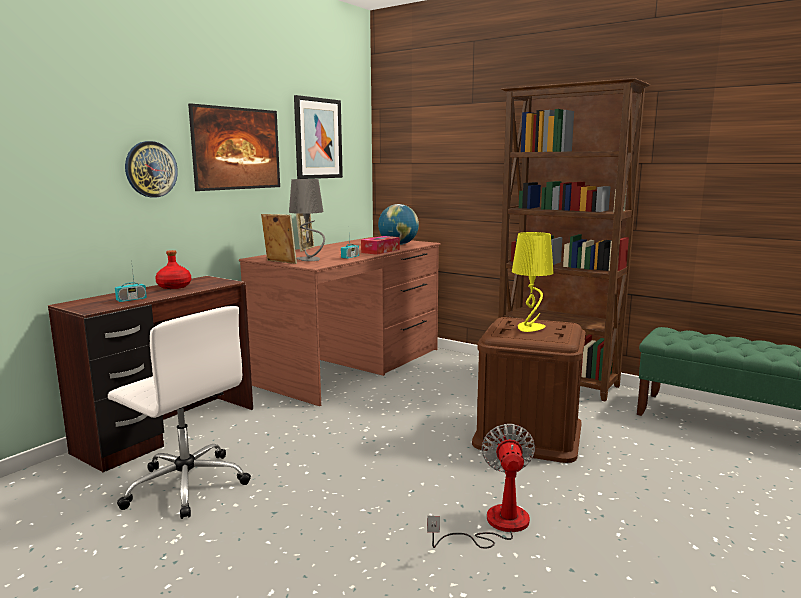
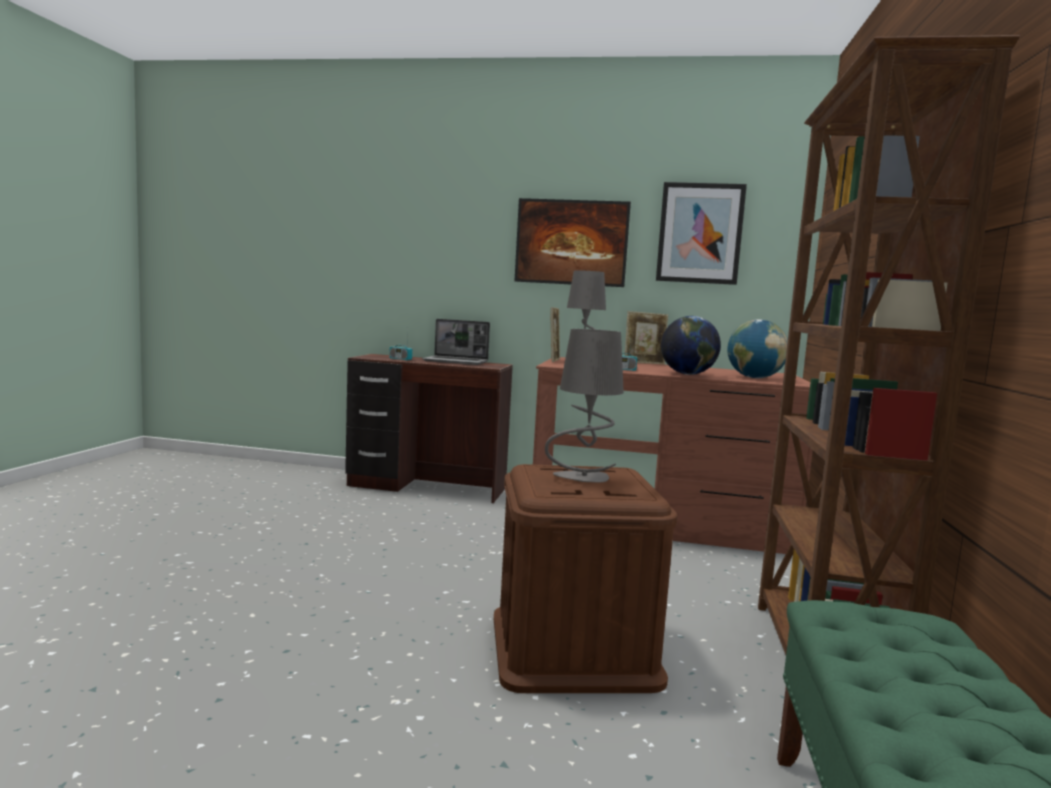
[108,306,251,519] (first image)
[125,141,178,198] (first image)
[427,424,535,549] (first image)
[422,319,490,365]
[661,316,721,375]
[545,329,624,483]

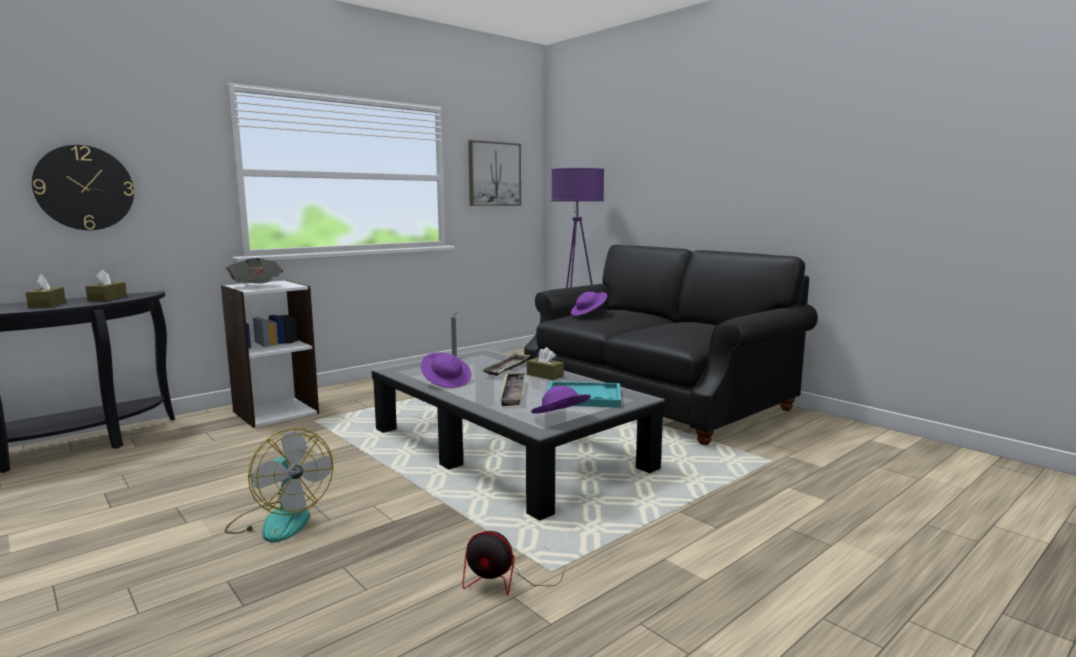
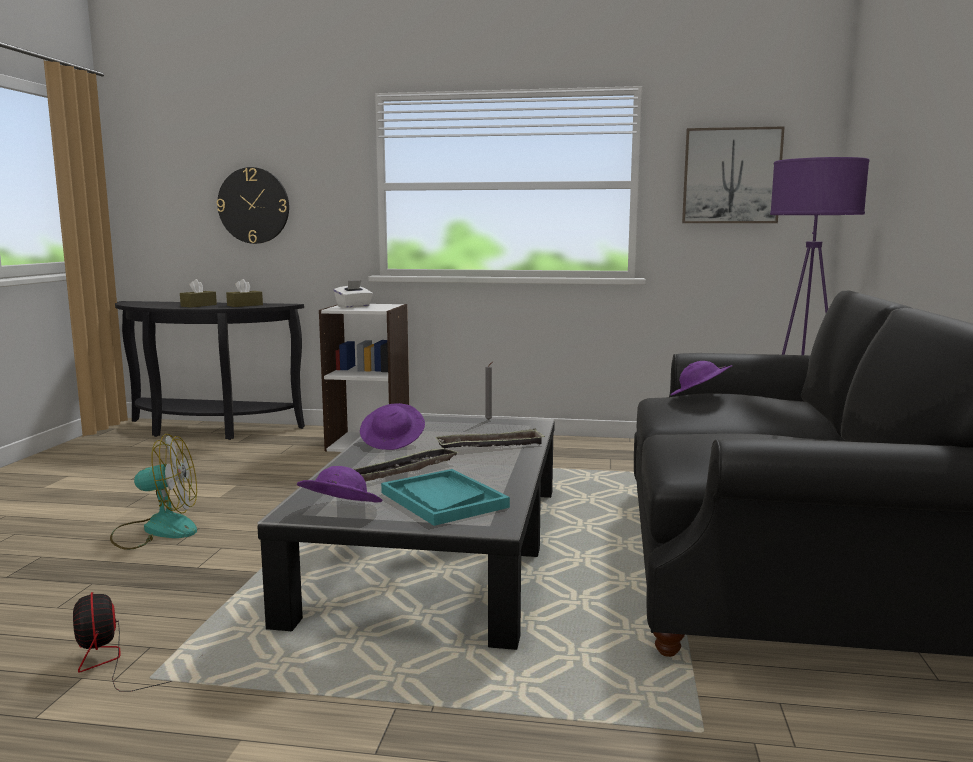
[527,347,564,380] (first image)
[334,280,373,308]
[110,434,197,550]

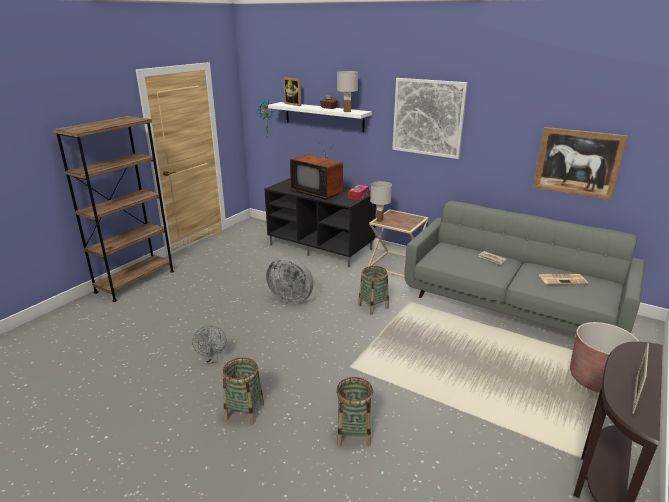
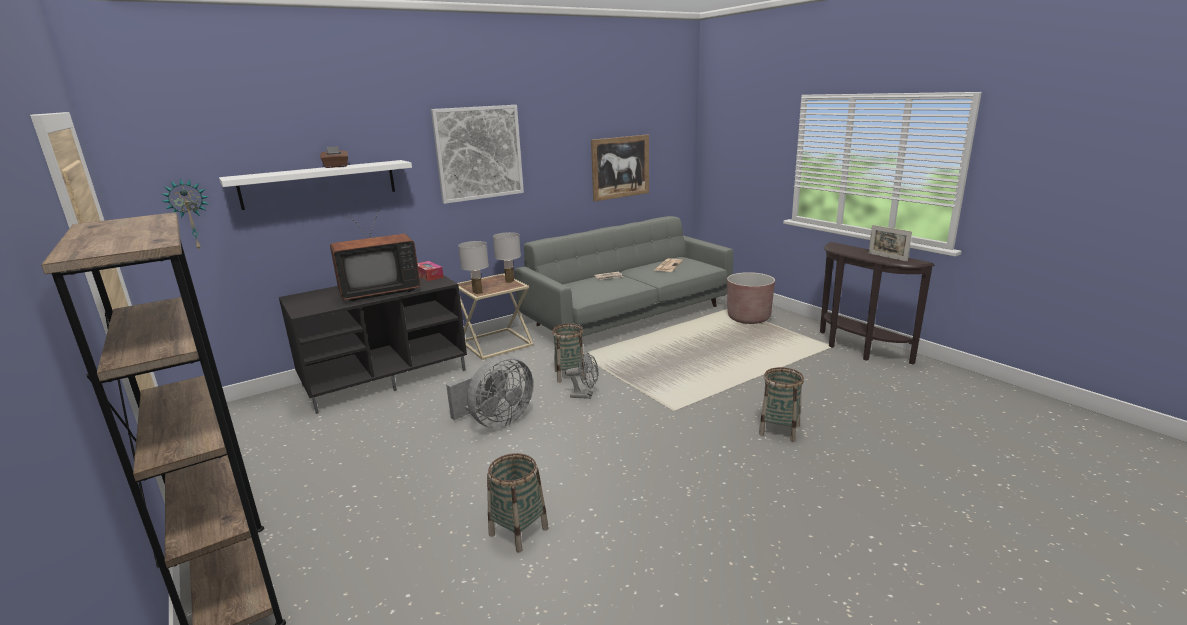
[283,77,301,106] (first image)
[565,351,598,399]
[487,453,549,553]
[493,232,521,283]

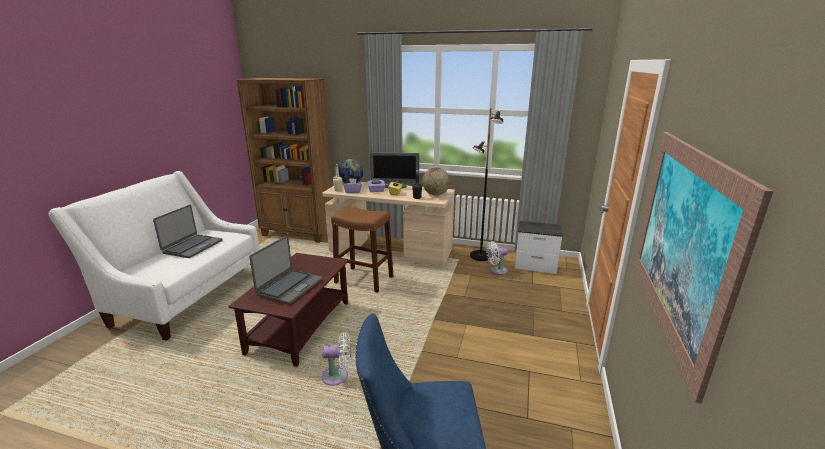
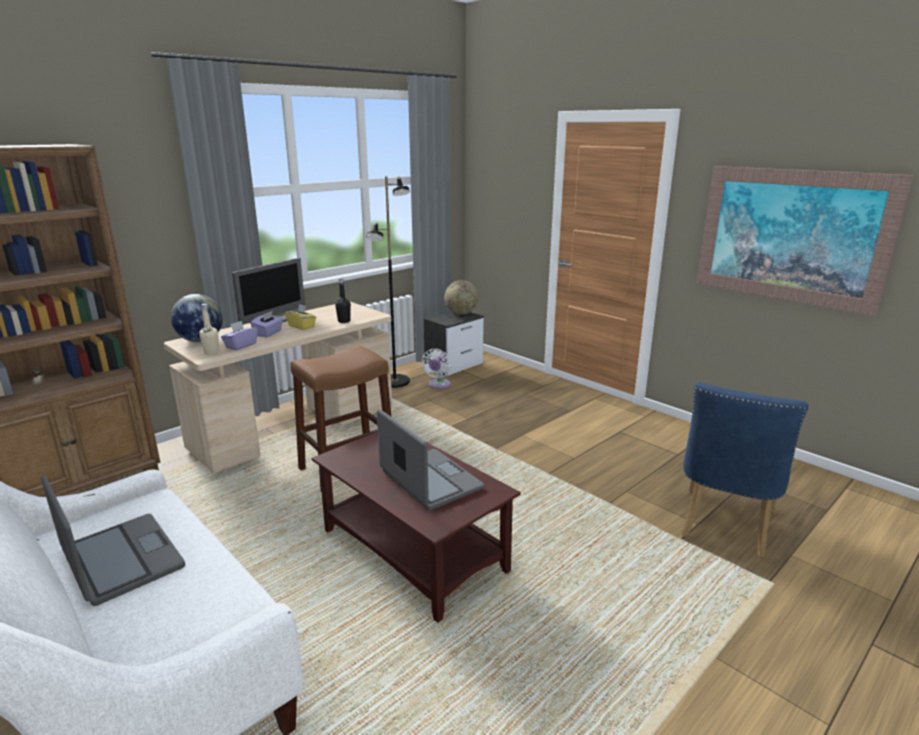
[322,332,351,386] (first image)
[444,280,478,315]

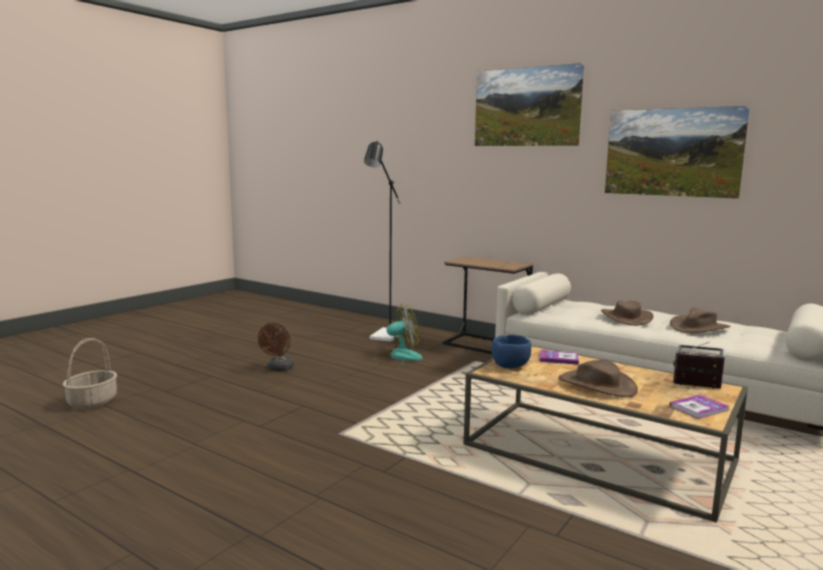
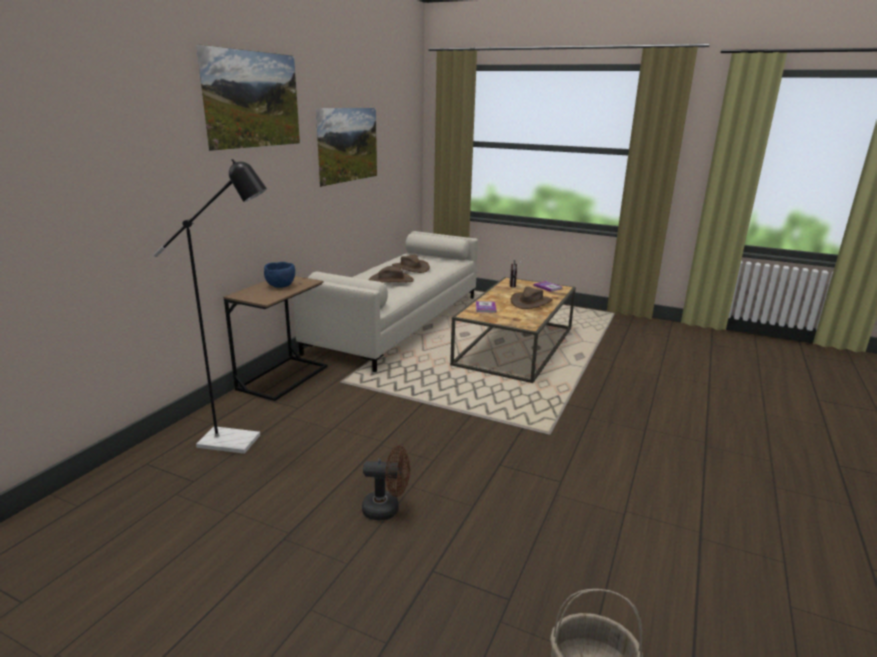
[375,304,422,367] (first image)
[264,262,295,288]

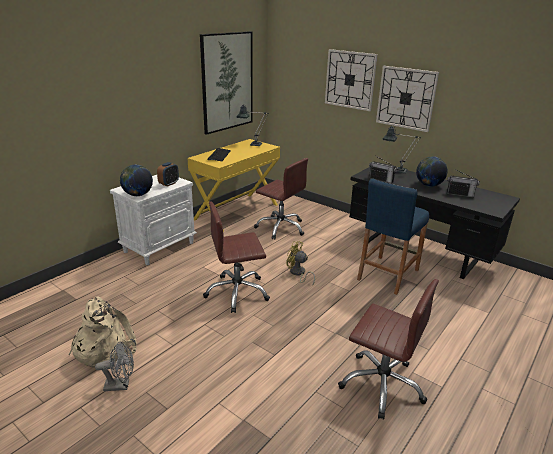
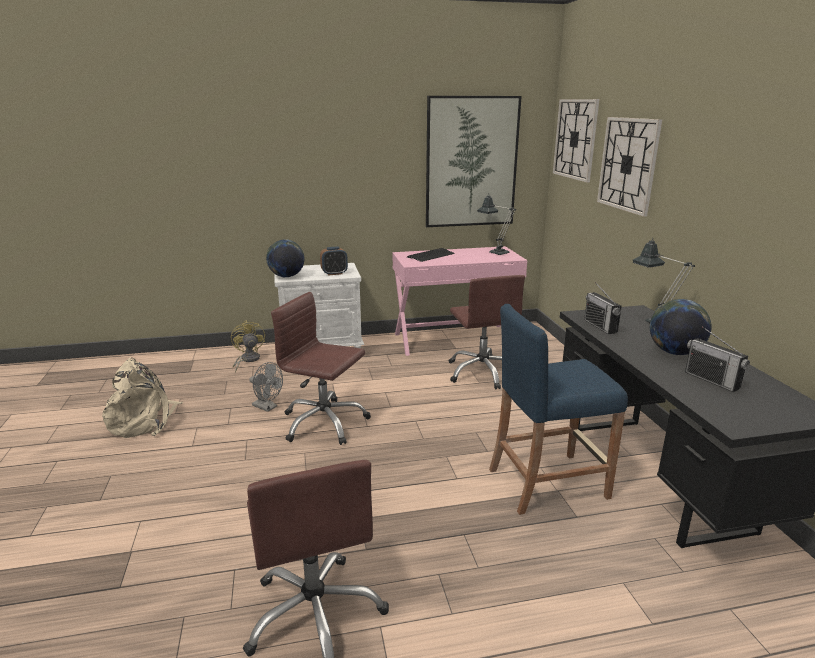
[249,362,283,412]
[231,320,265,373]
[553,99,600,182]
[392,246,528,356]

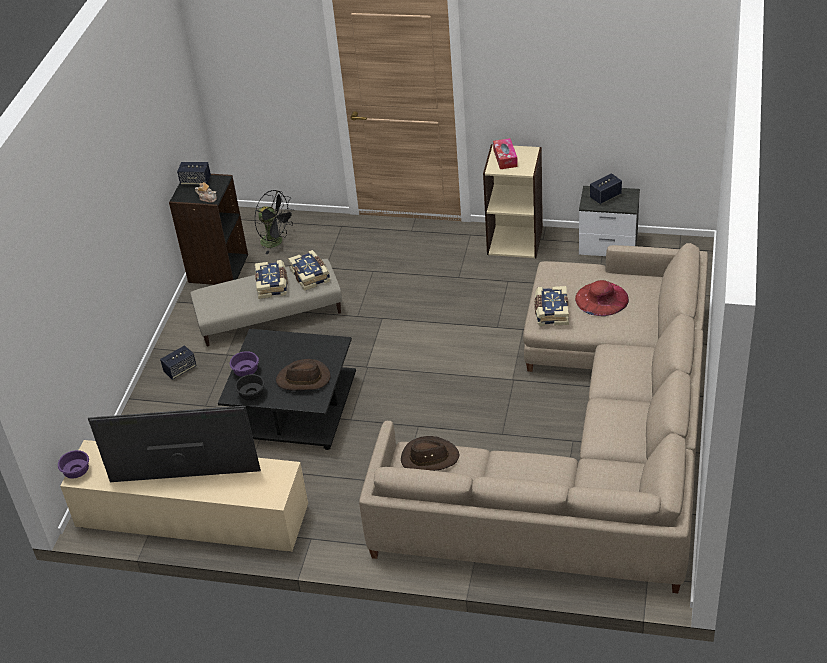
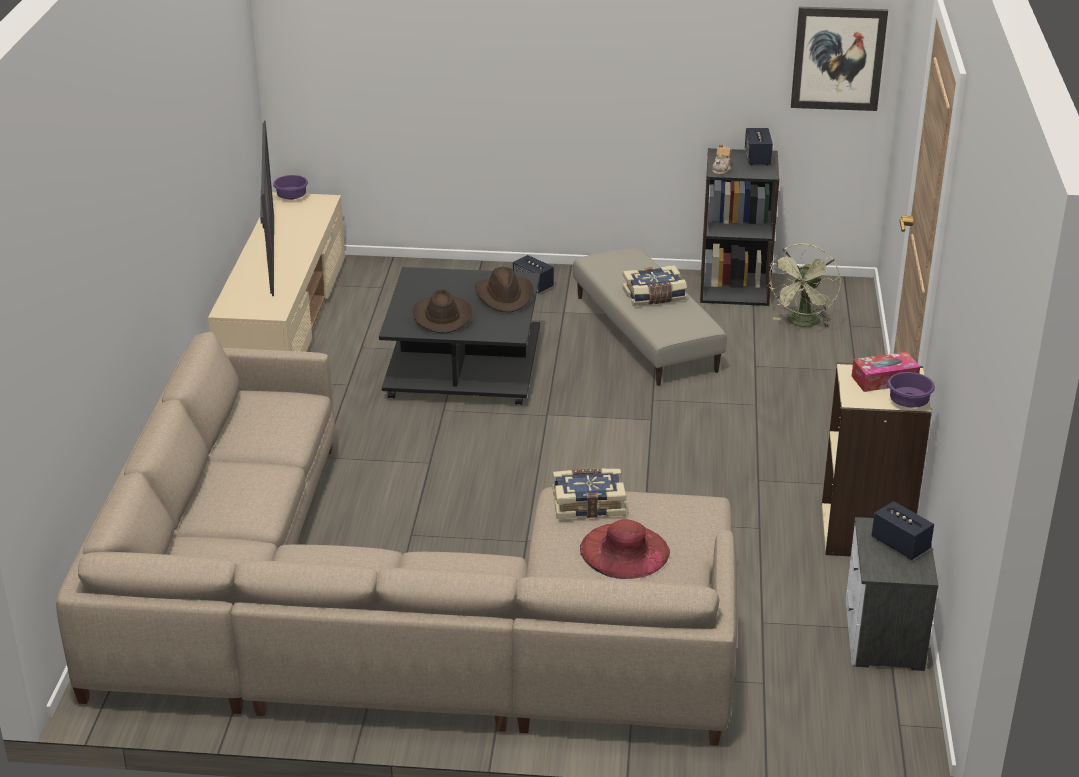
[235,374,265,400] (first image)
[288,250,330,291] (first image)
[791,7,888,111]
[888,372,935,408]
[475,267,533,312]
[766,243,841,328]

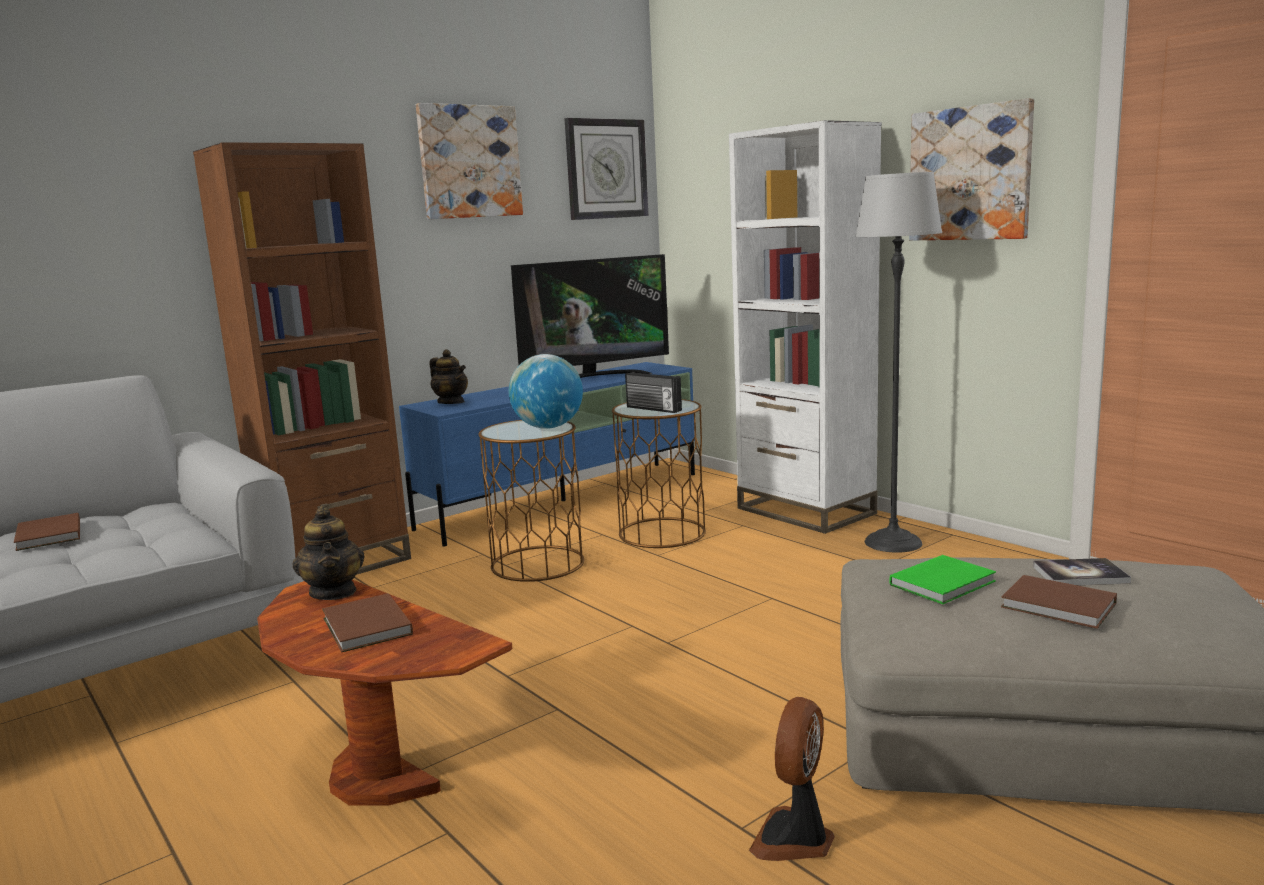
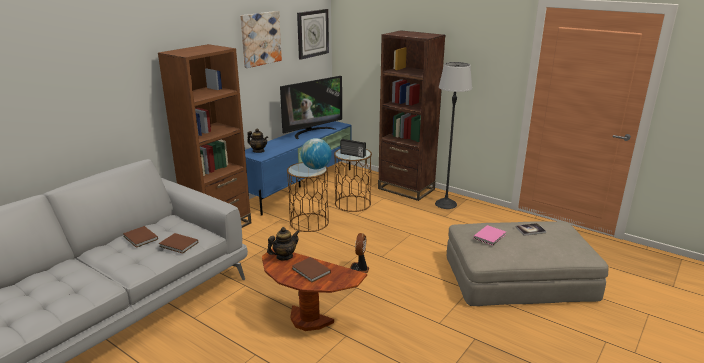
[909,98,1034,240] (first image)
[350,233,369,273]
[159,233,198,254]
[378,30,446,201]
[474,225,506,245]
[267,227,300,260]

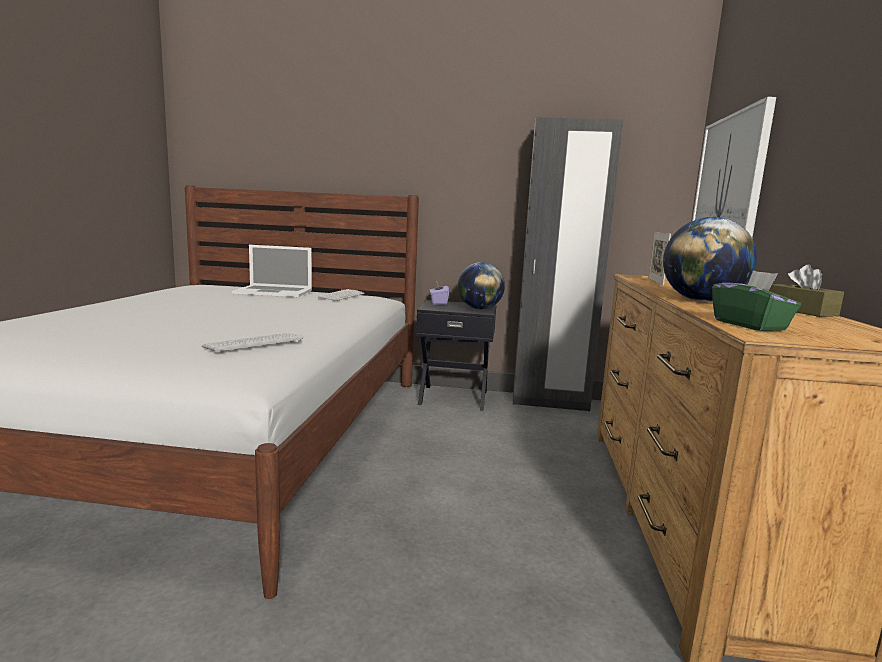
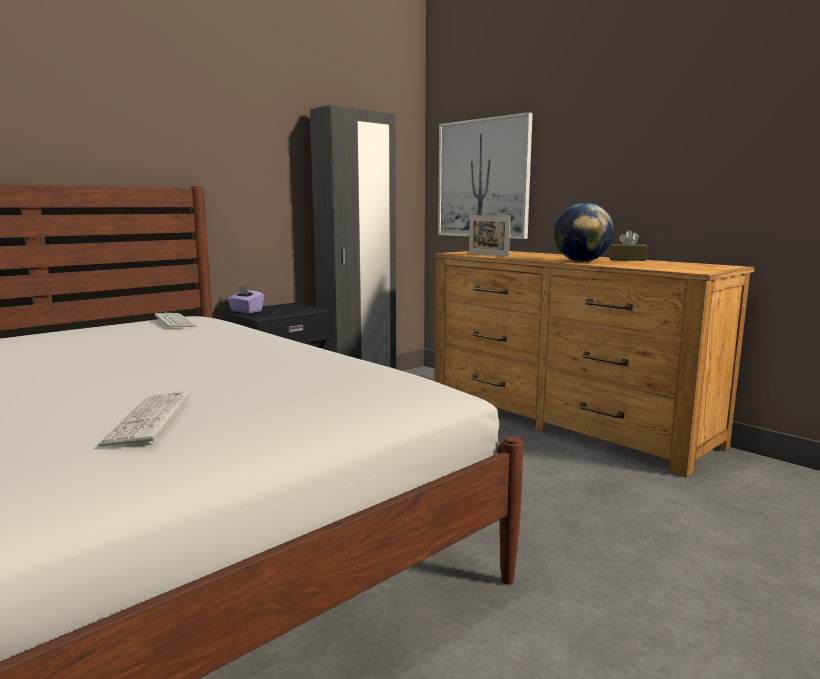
[232,245,312,297] (first image)
[458,262,505,310] (first image)
[712,270,801,331] (first image)
[98,391,190,446]

